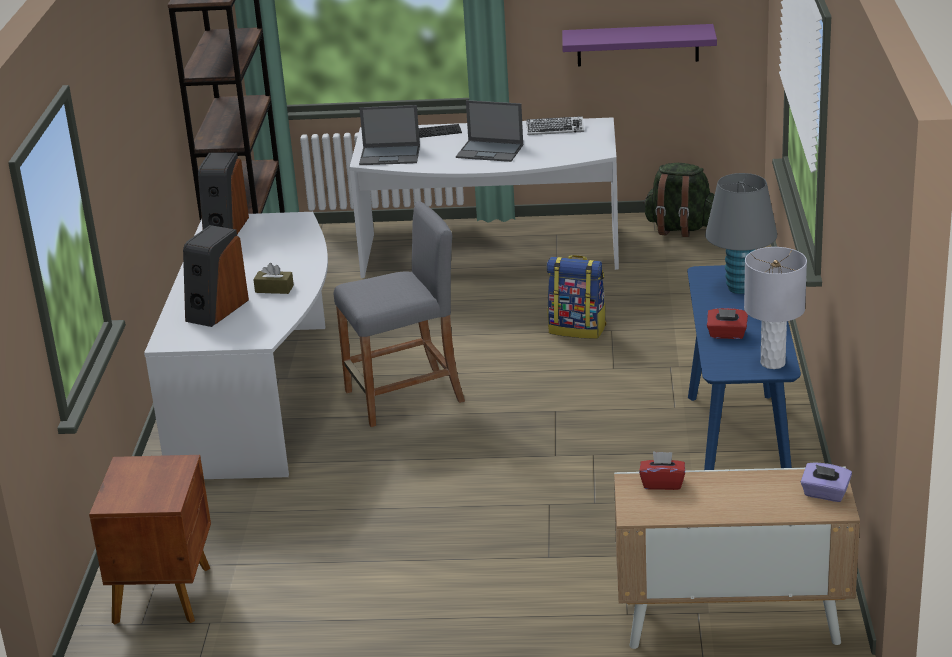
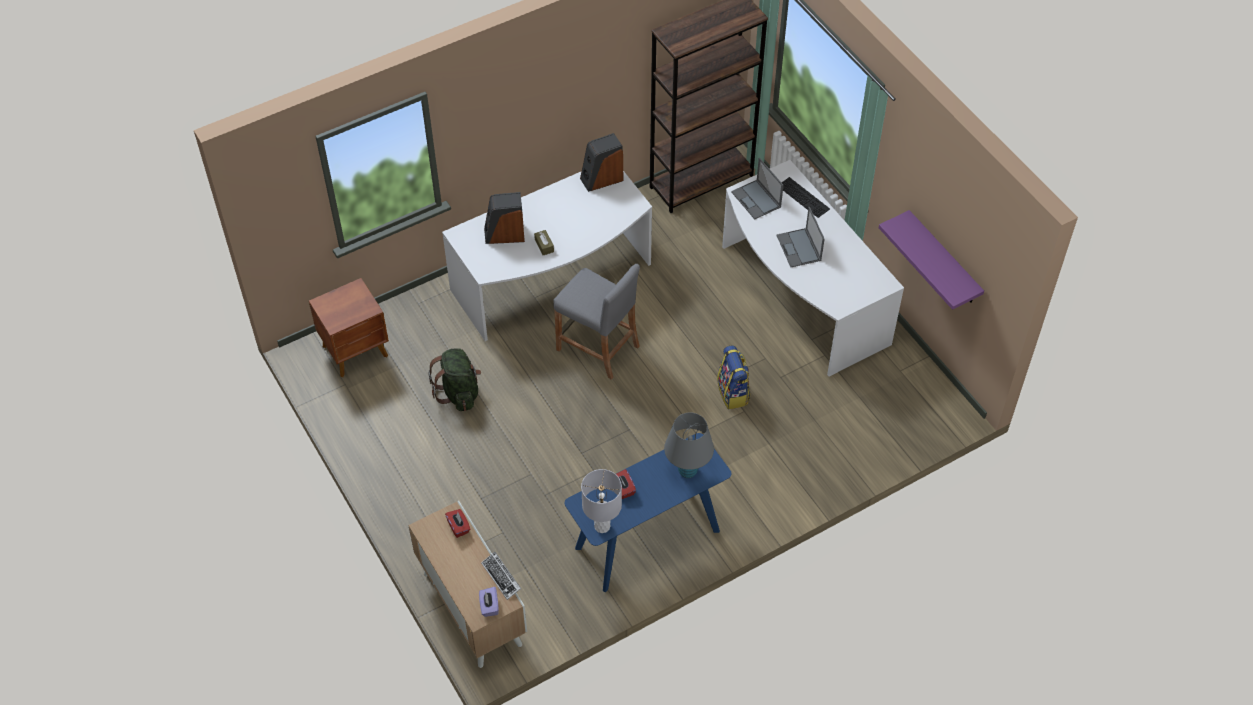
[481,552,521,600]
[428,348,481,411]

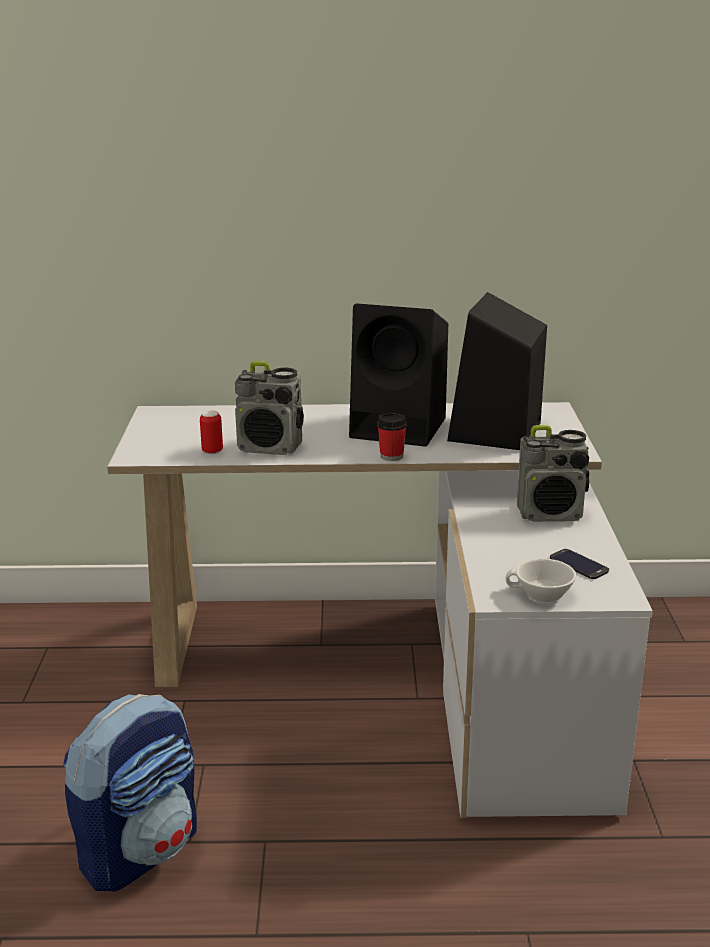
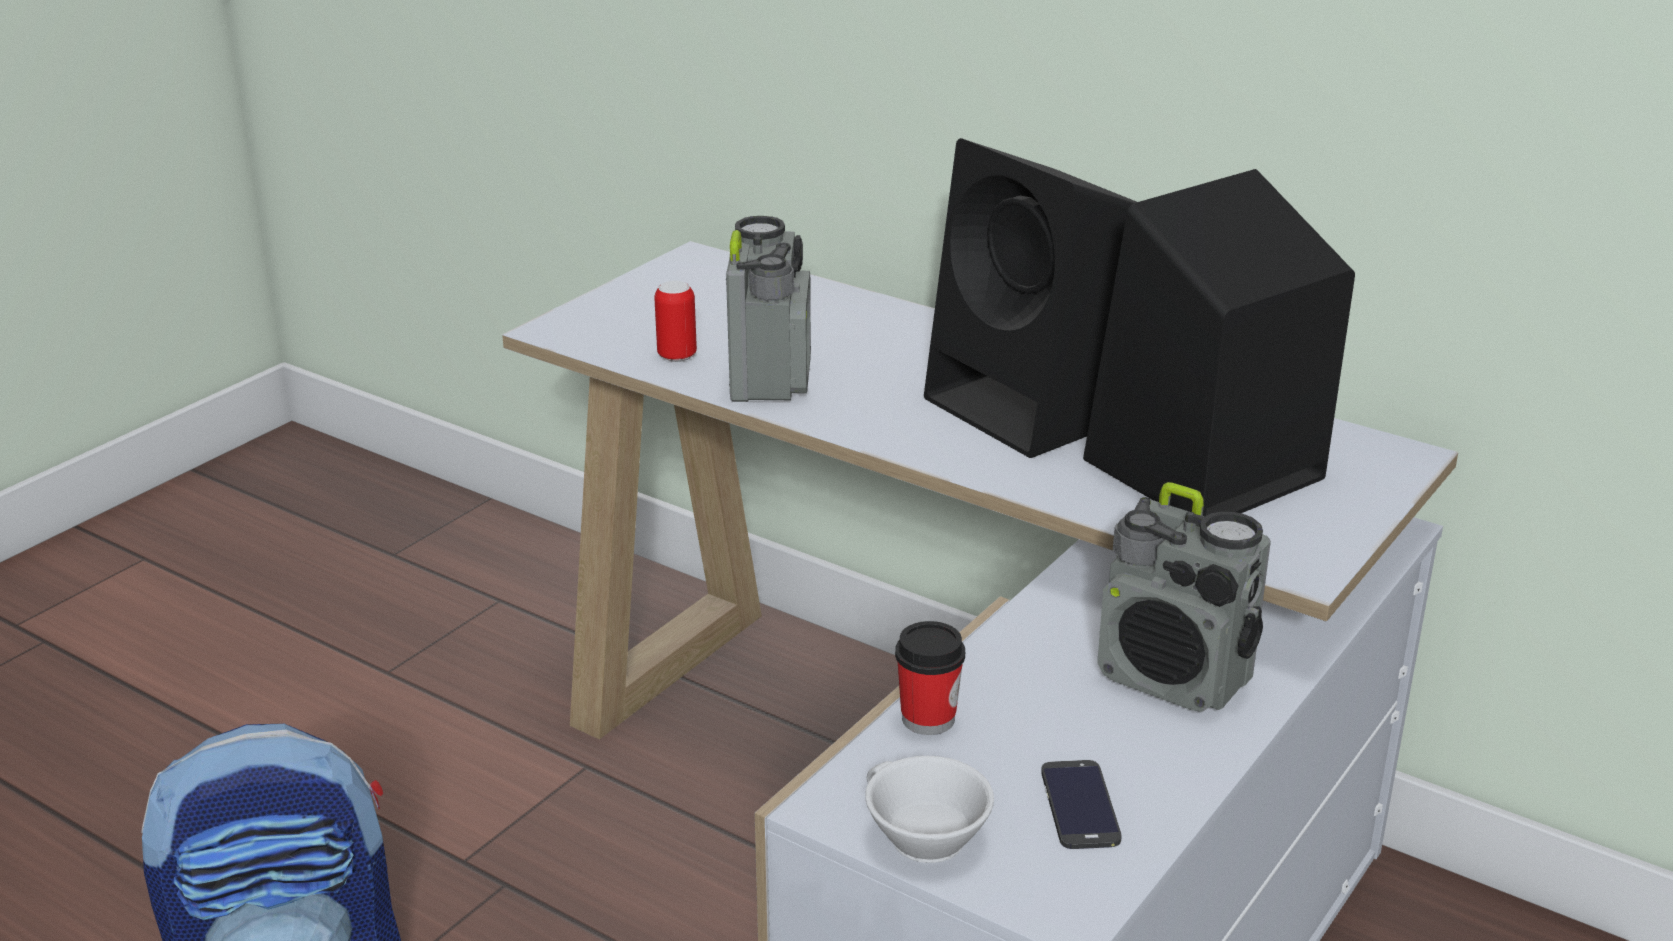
[895,621,965,735]
[726,216,811,402]

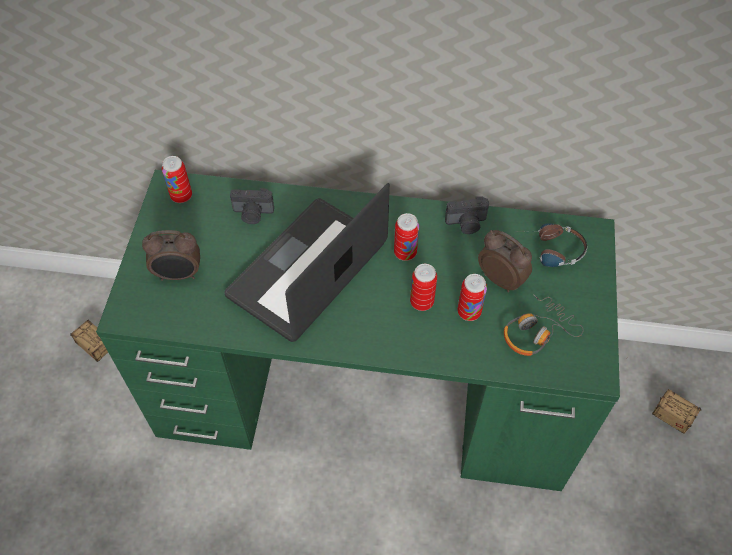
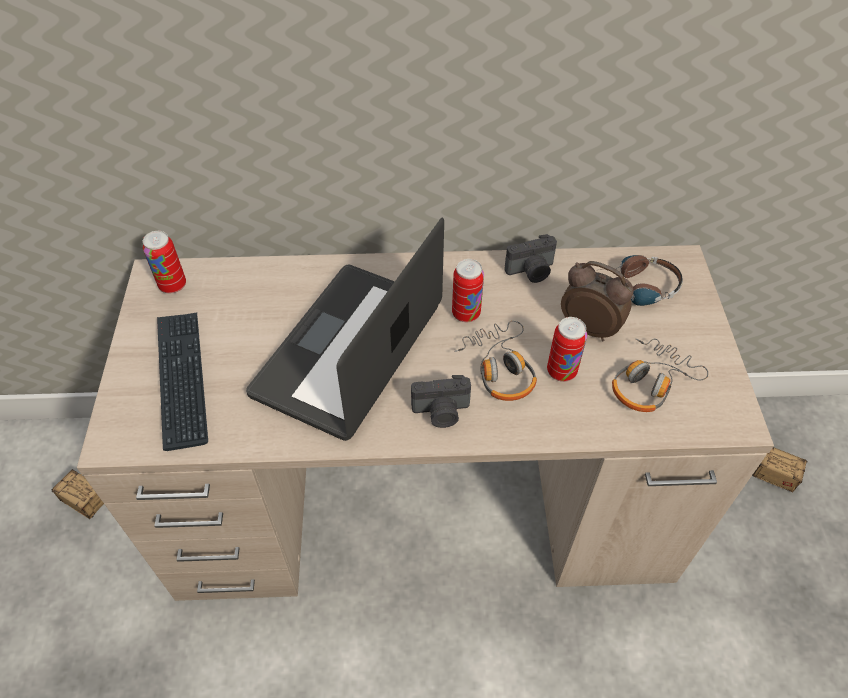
[411,375,471,428]
[157,313,208,451]
[454,321,537,401]
[77,245,774,601]

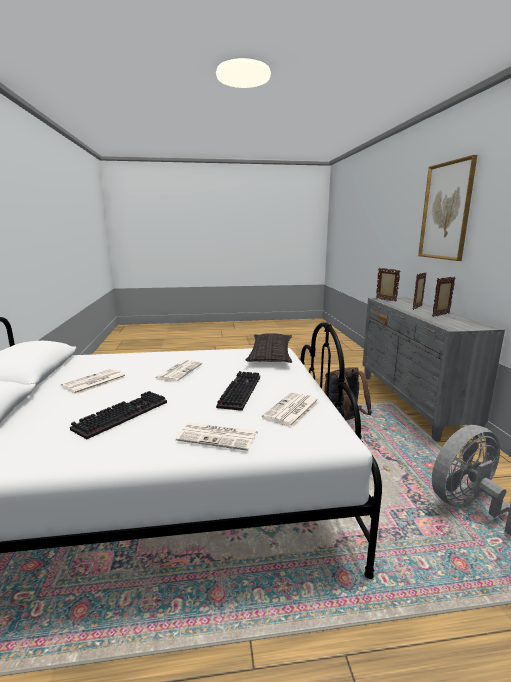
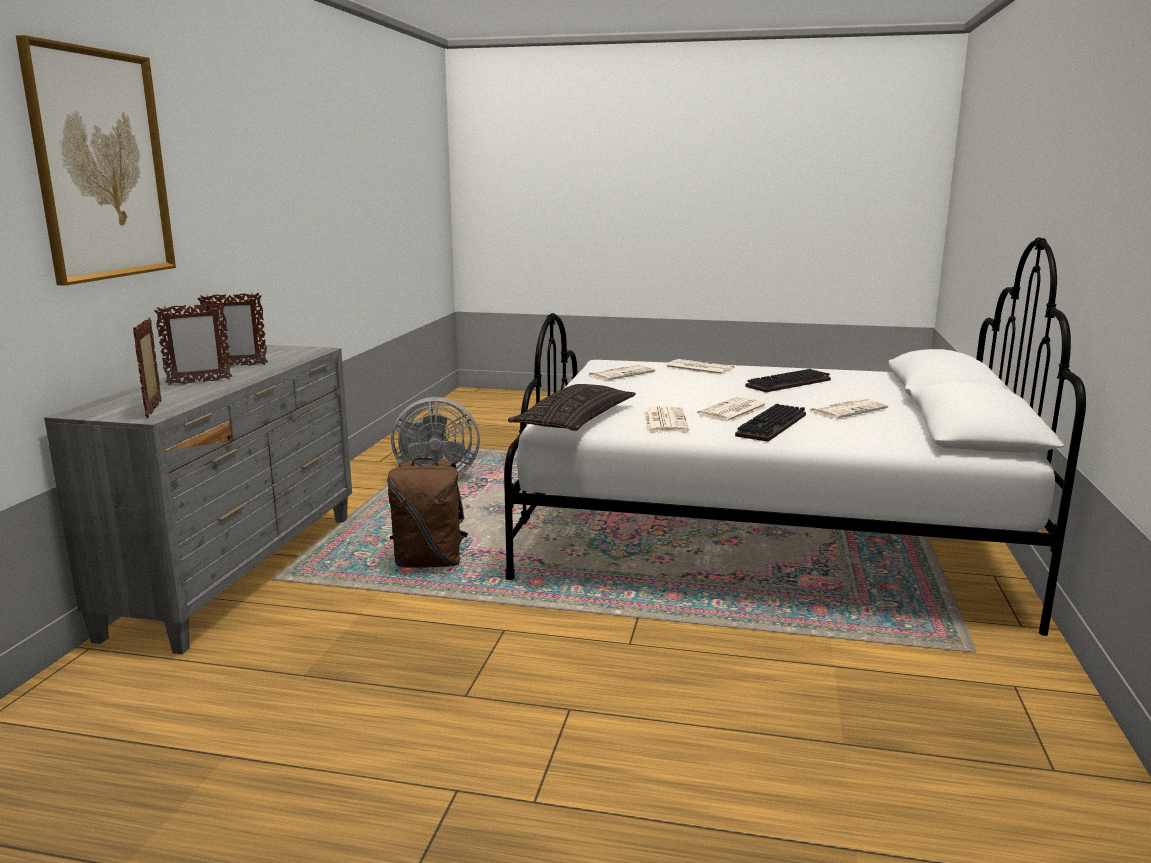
[644,406,689,433]
[735,404,806,442]

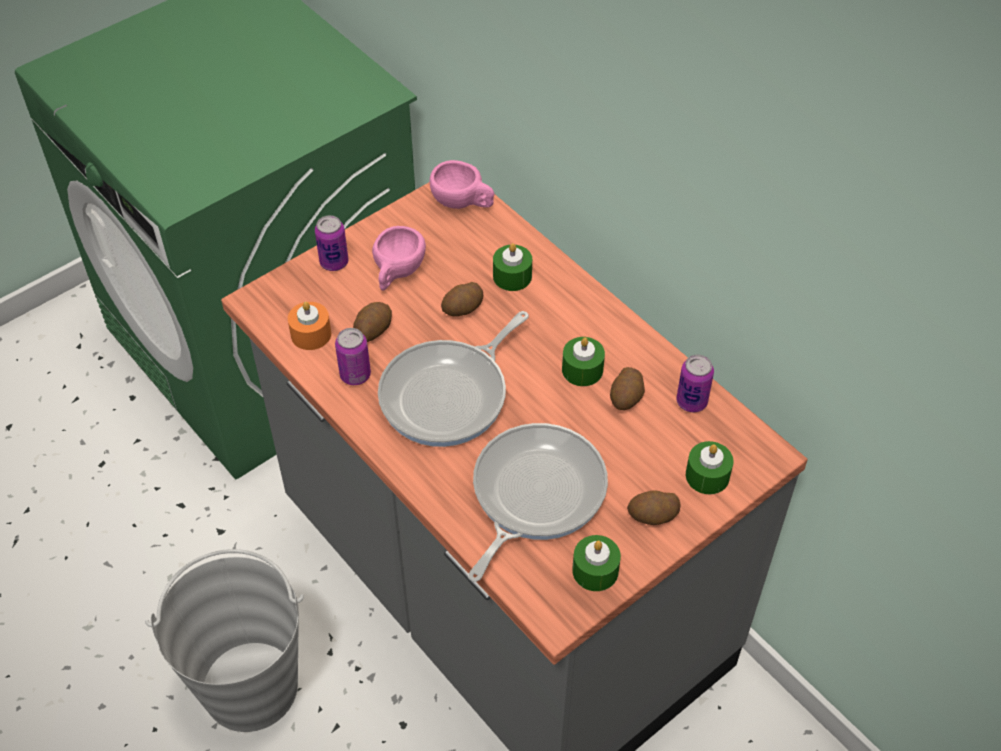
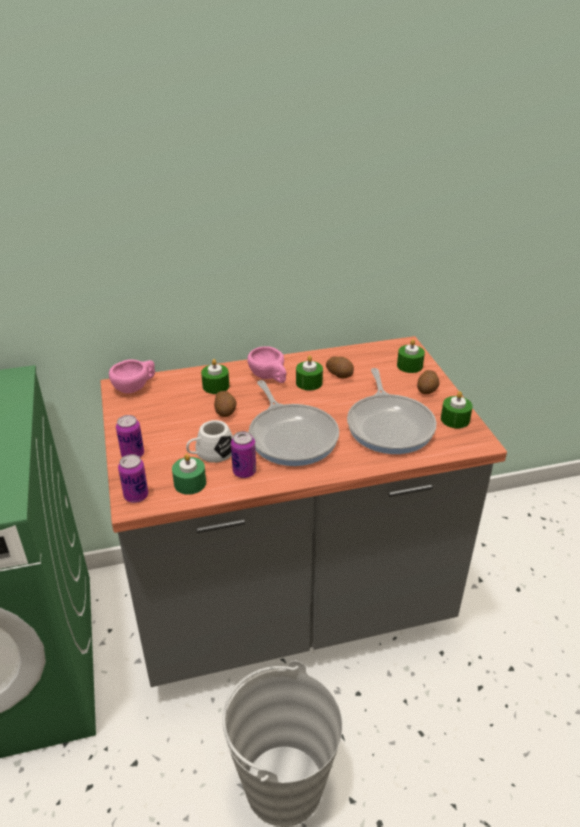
[247,346,286,383]
[118,454,149,503]
[186,420,233,463]
[172,454,206,495]
[347,368,436,454]

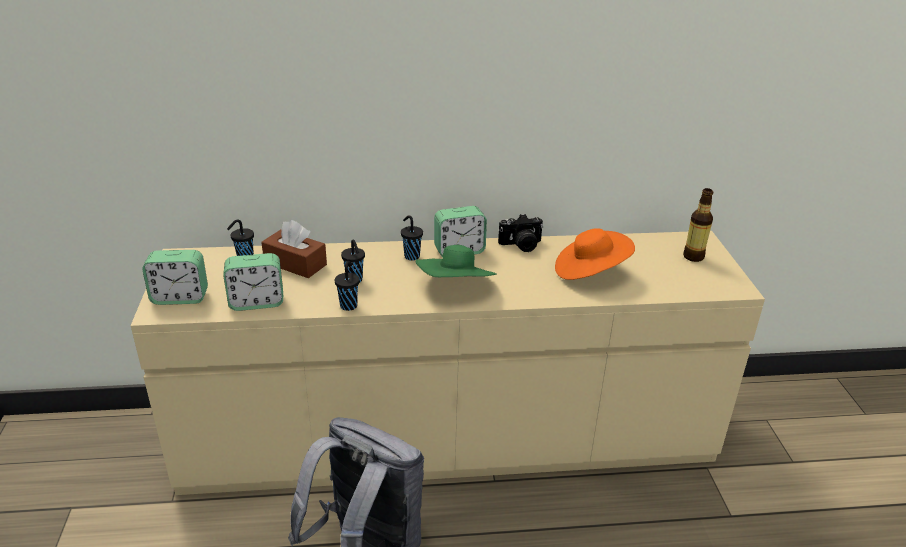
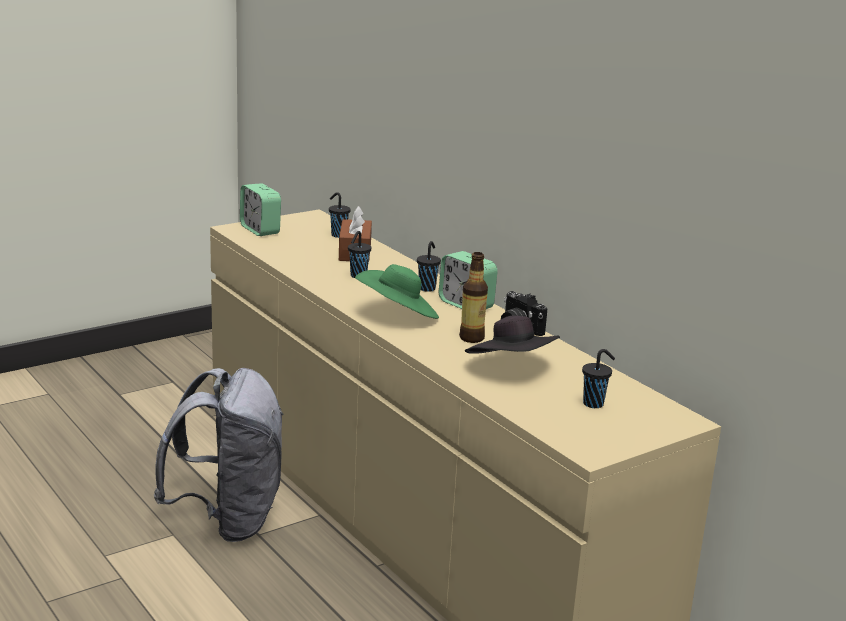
[224,253,283,311] (first image)
[582,349,615,408]
[459,252,488,343]
[465,315,560,354]

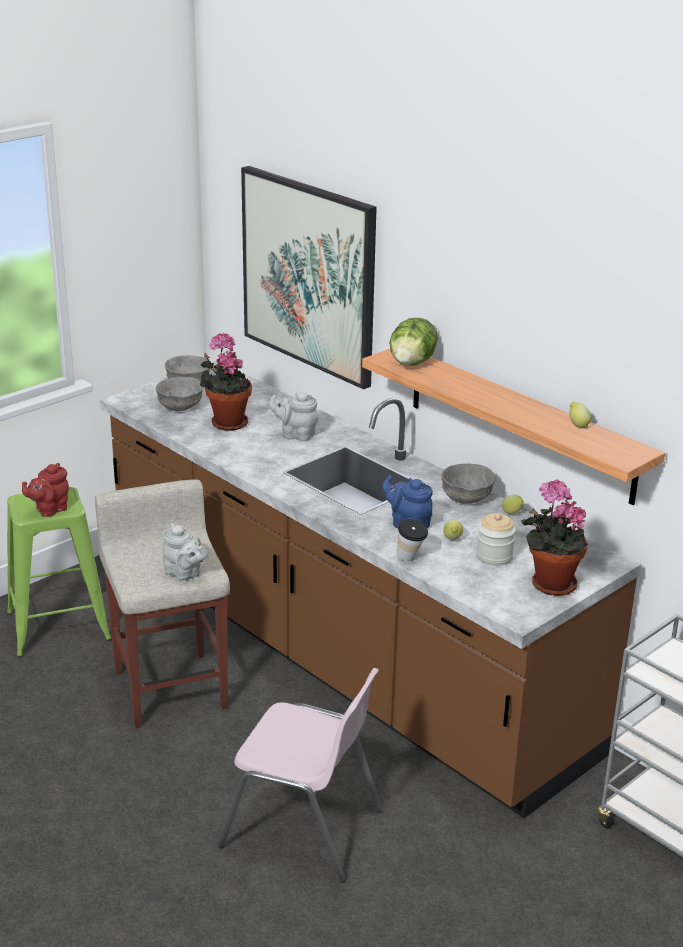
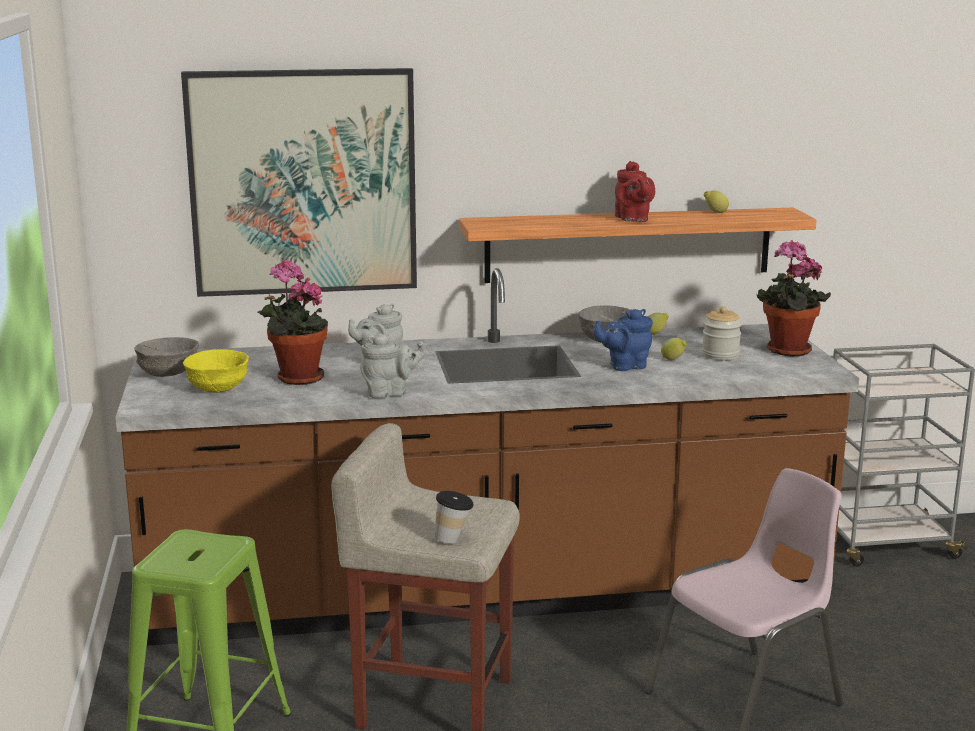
[390,318,438,366] (first image)
[615,161,655,222]
[360,333,426,398]
[434,491,474,544]
[183,349,249,393]

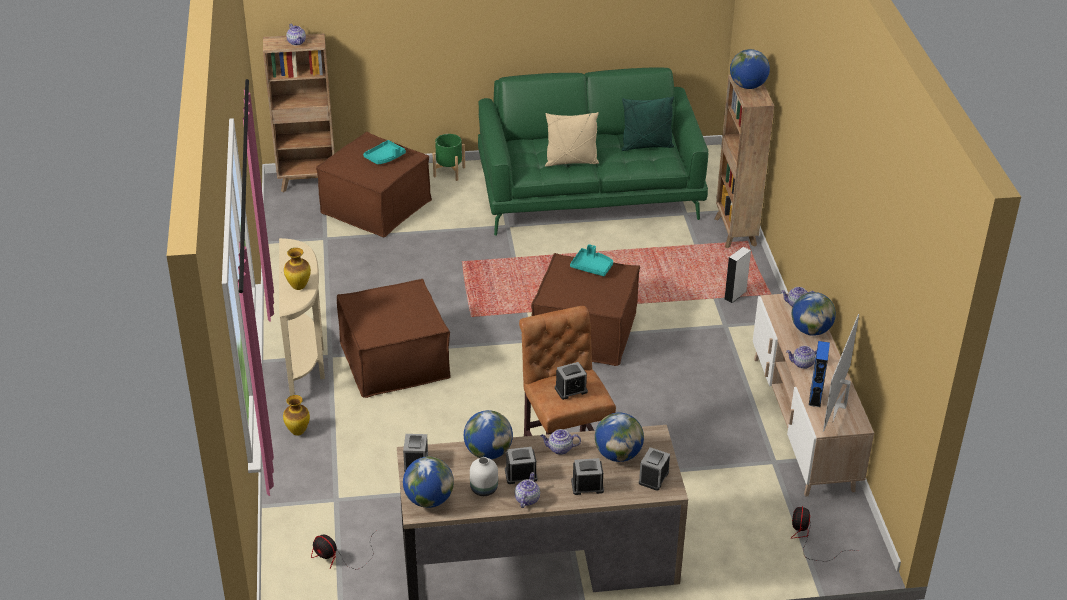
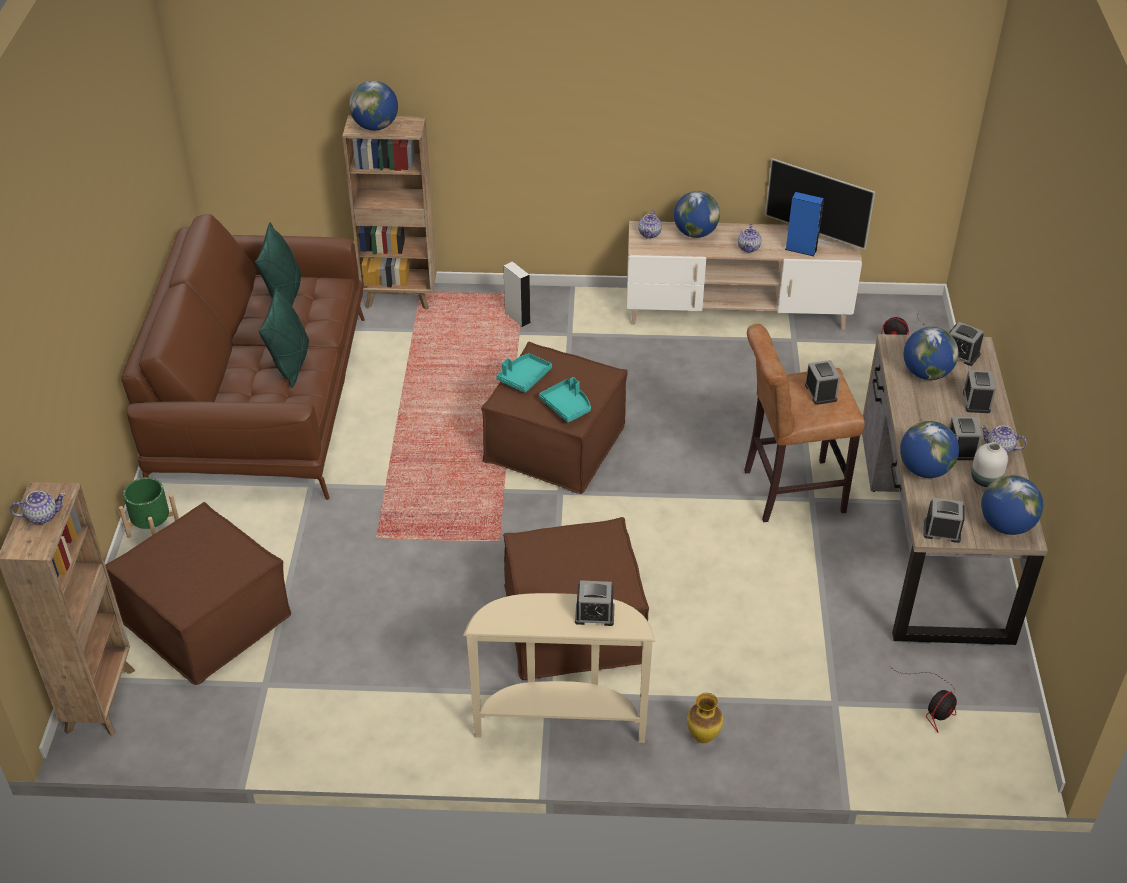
[540,429,581,455] (first image)
[539,377,591,423]
[575,580,615,626]
[121,214,365,500]
[259,287,309,388]

